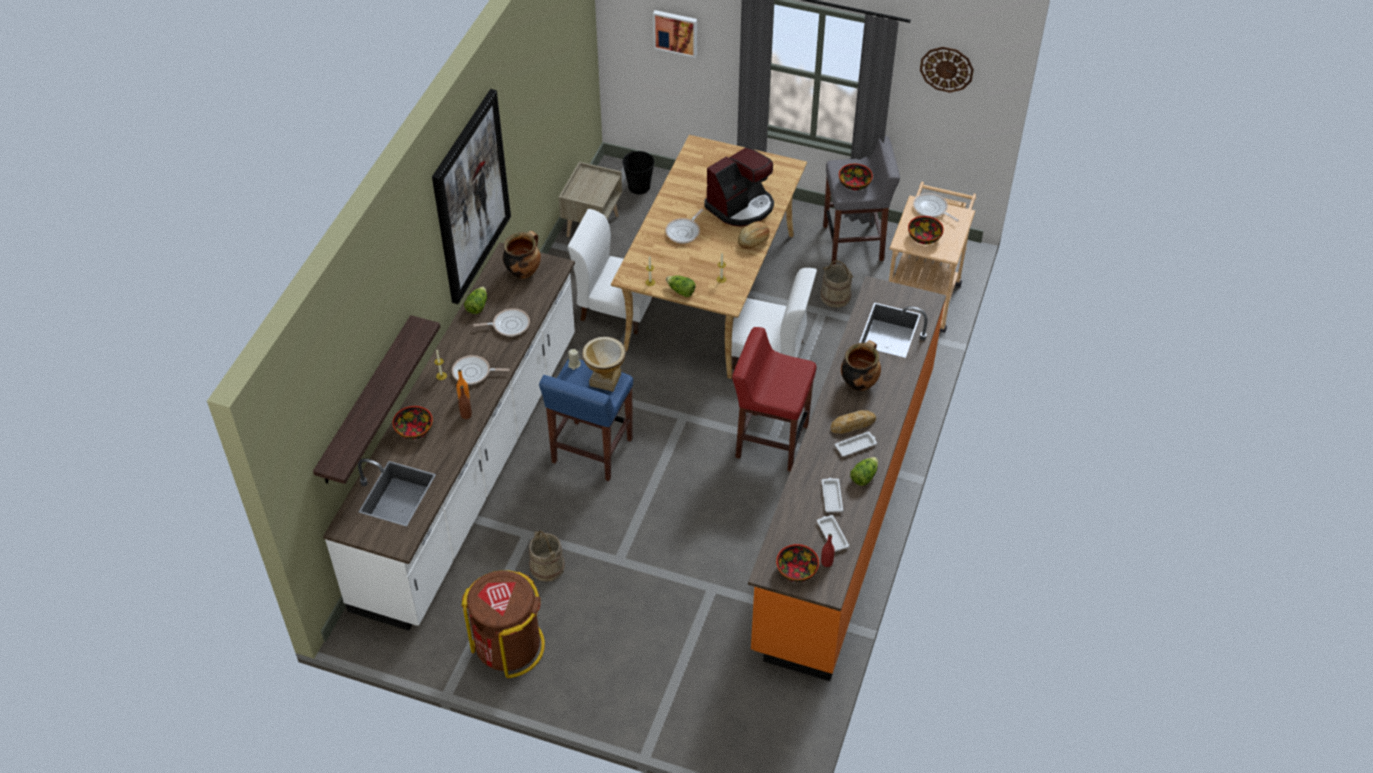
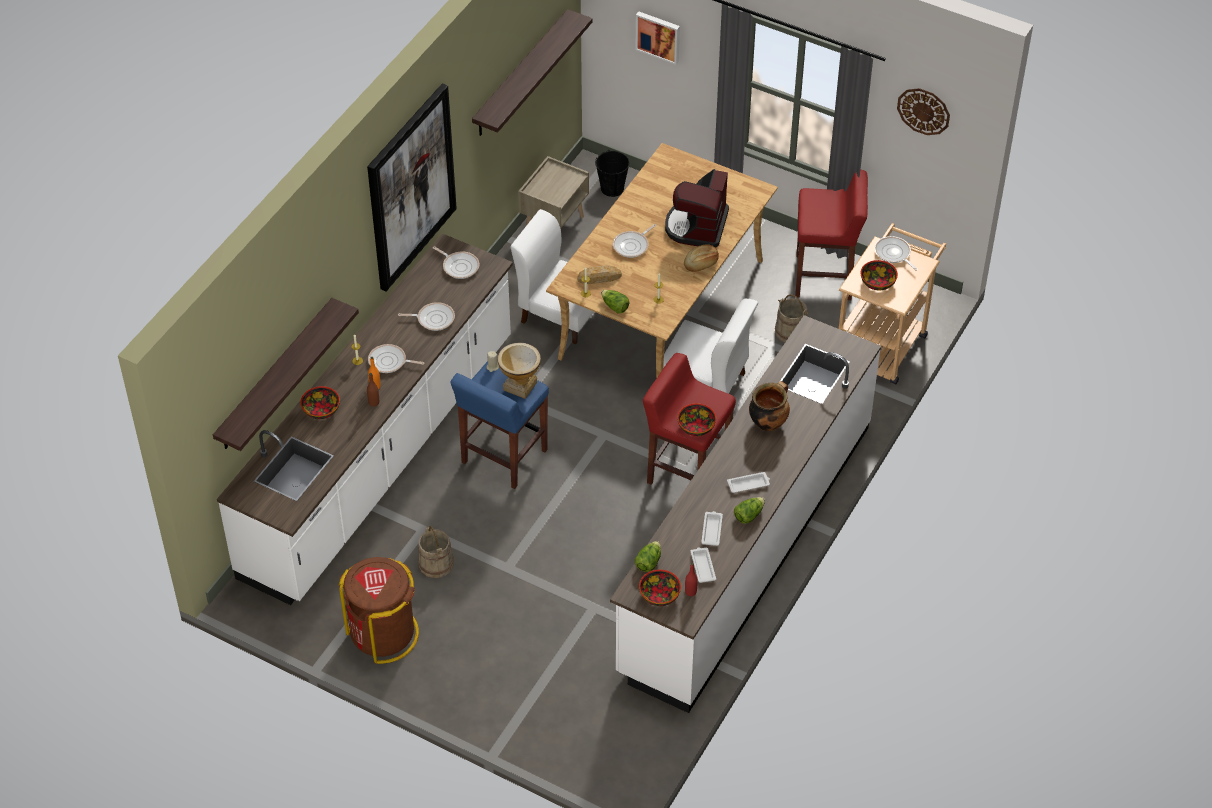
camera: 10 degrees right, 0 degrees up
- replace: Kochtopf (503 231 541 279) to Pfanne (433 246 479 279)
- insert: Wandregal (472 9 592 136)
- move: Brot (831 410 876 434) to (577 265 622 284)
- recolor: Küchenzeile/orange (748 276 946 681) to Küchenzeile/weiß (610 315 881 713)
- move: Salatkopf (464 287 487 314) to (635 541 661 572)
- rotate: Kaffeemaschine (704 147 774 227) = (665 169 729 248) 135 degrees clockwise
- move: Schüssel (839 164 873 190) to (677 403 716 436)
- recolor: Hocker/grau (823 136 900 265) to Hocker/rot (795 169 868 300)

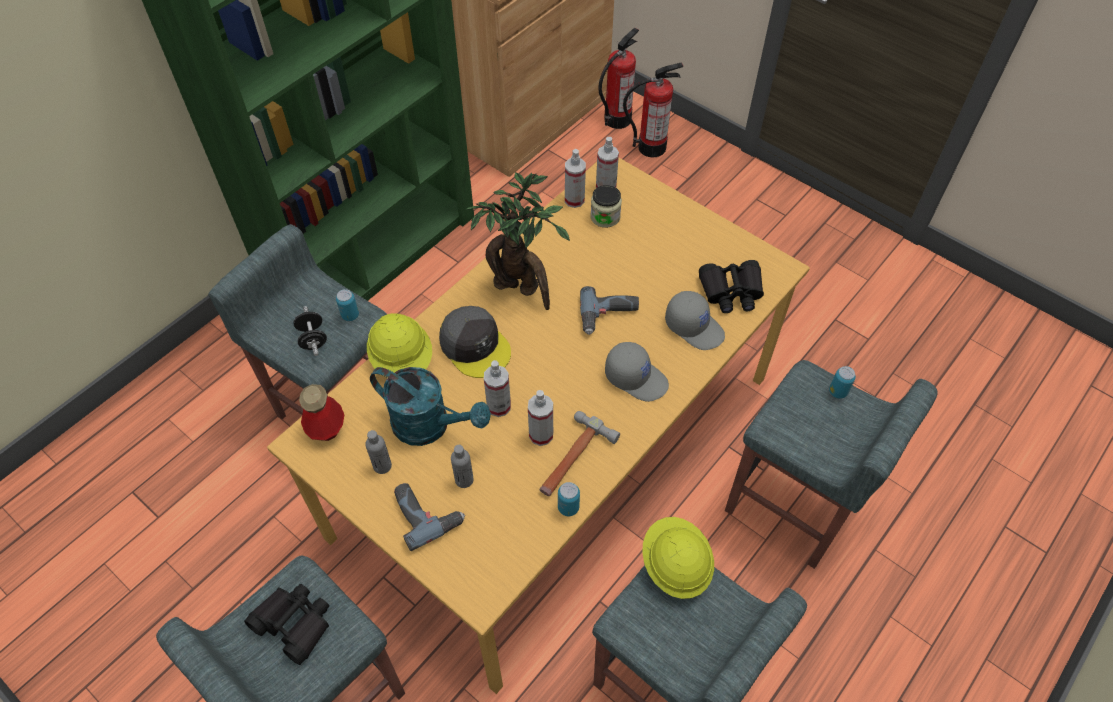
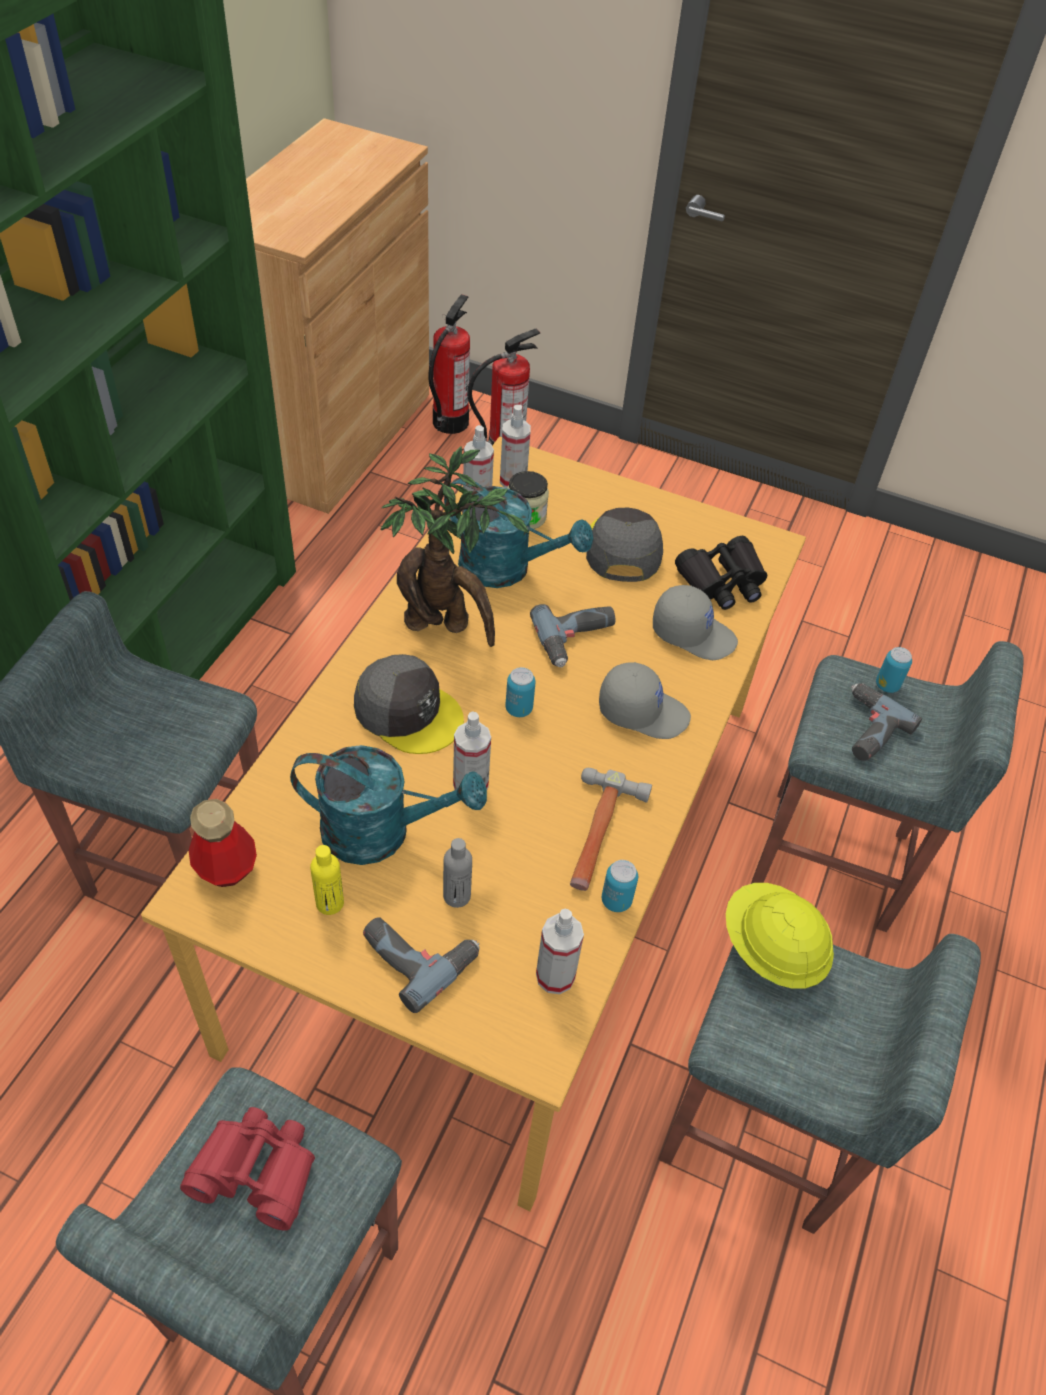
camera: 20 degrees left, 5 degrees down
- recolor: Fernglas/schwarz (244 584 329 665) to Fernglas/rot (180 1107 315 1231)
- recolor: Flasche/grau (365 430 392 474) to Flasche/gelb (310 845 344 915)
- insert: Gießkanne/türkis (444 478 593 588)
- move: Dose (336 289 359 321) to (505 667 536 717)
- move: Sprühflasche (528 390 553 446) to (536 909 584 994)
- insert: Kappe/grau (586 508 663 582)
- insert: Bohrmaschine (851 683 922 761)
- delete: Hantel/schwarz (293 306 327 356)
- delete: Schutzhelm/gelb (367 313 432 378)

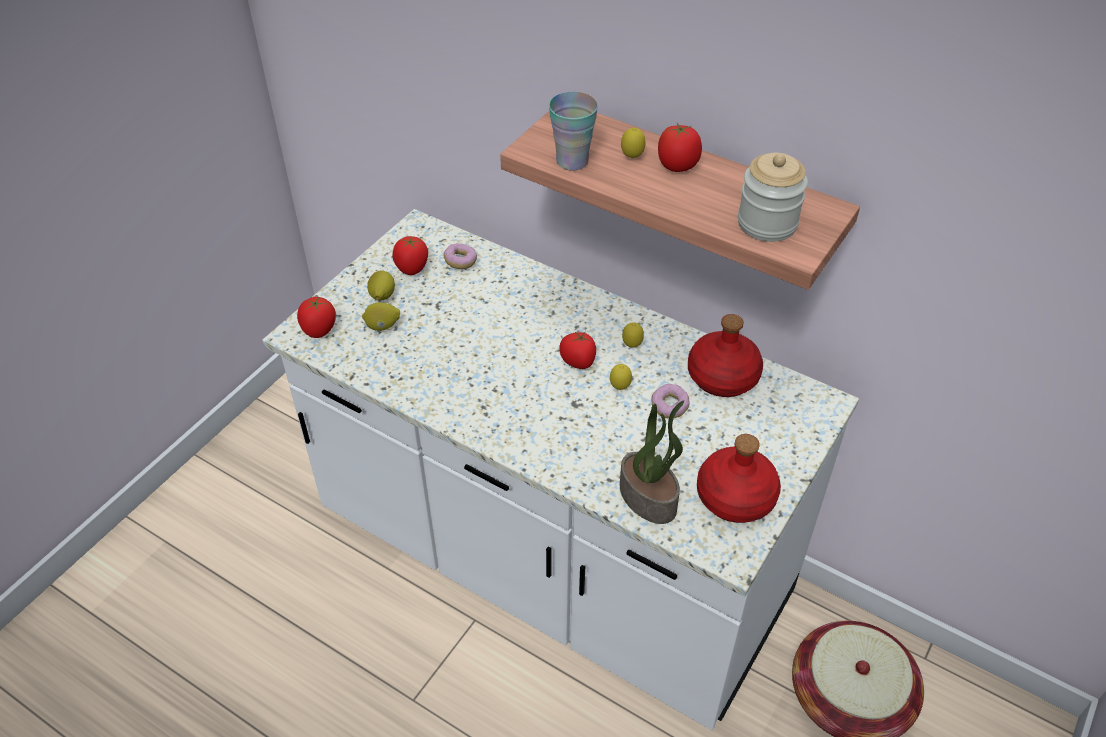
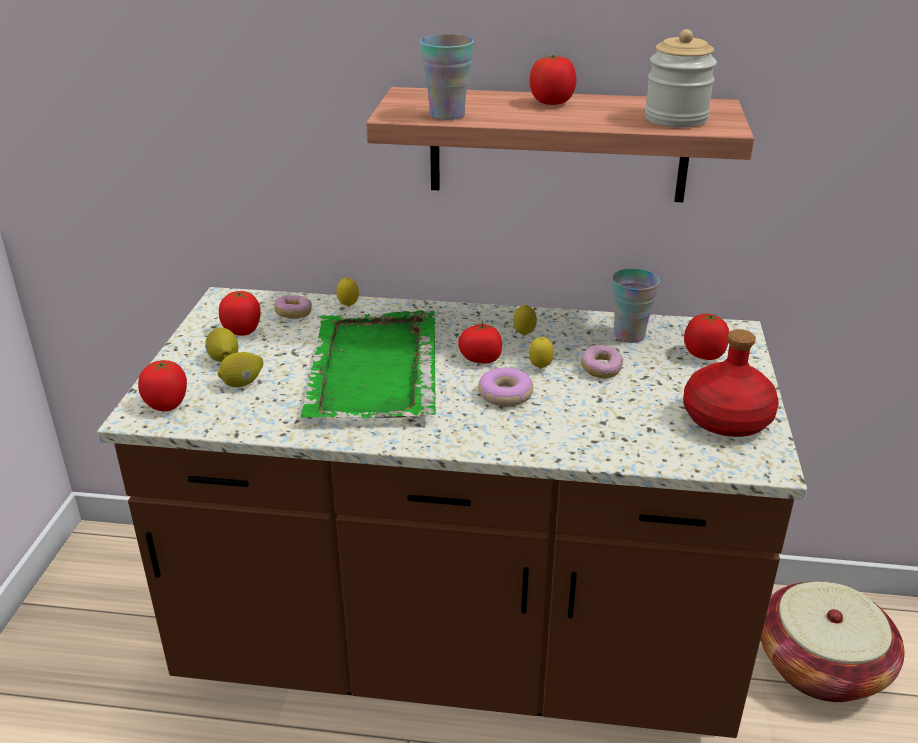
camera: 25 degrees left, 15 degrees down
- recolor: Küchenzeile/weiß (262 209 859 730) to Küchenzeile/braun (97 287 807 738)
- insert: Tablett/grün (300 310 436 418)
- move: Zitrone (621 128 645 158) to (336 277 359 307)
- insert: Donut (478 368 533 406)
- replace: Flasche/rot (688 314 763 397) to Tasse (612 268 660 343)
- insert: Tomate (684 314 729 360)
- delete: Topfpflanze (620 400 684 524)

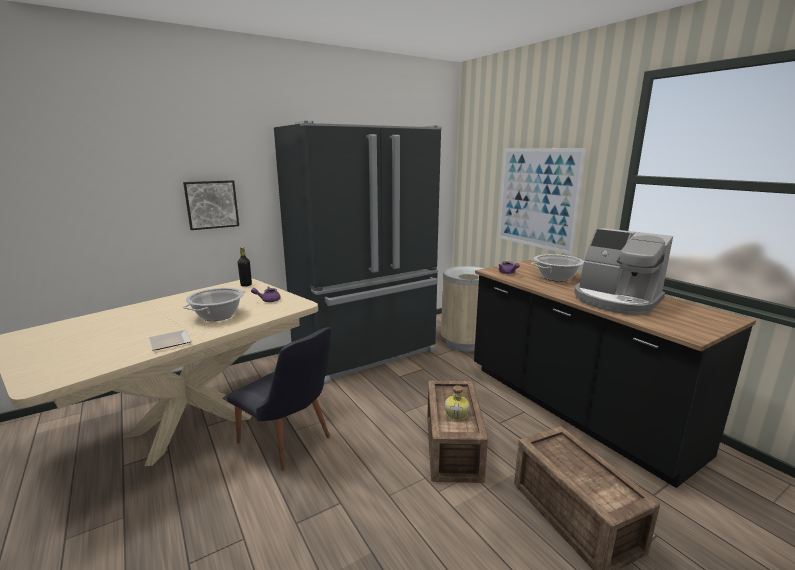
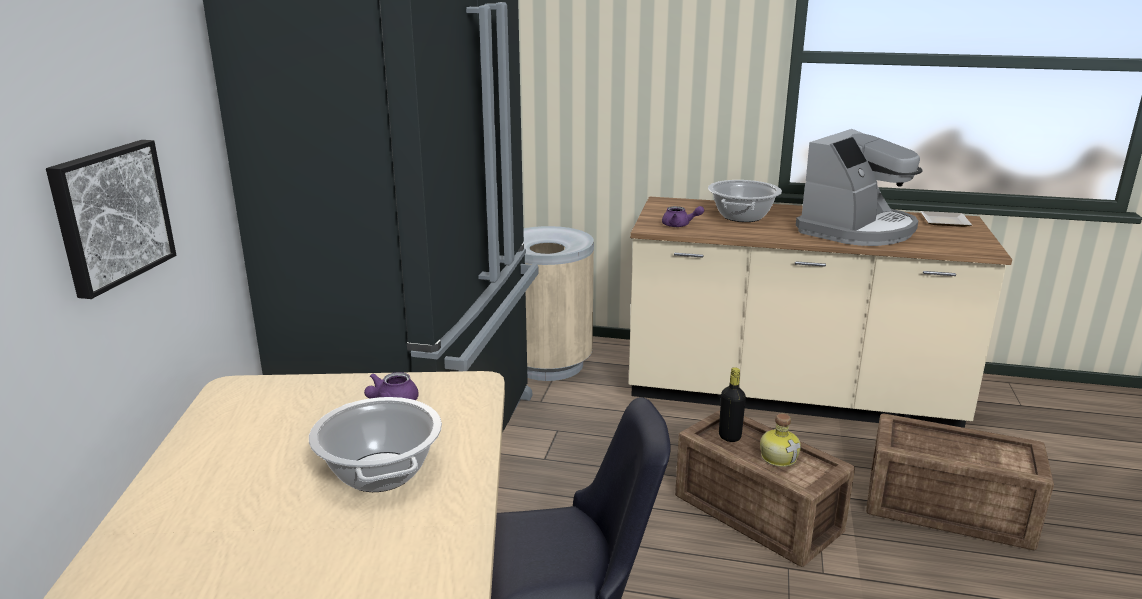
camera: 45 degrees left, 5 degrees up
- recolor: Küchenzeile/schwarz (474 260 756 488) to Küchenzeile/beige (629 197 1012 428)
- move: Flasche/schwarz (238 247 252 287) to (719 367 746 442)
- rotate: Kaffeemaschine (575 228 673 315) = (796 129 922 246) 45 degrees counterclockwise
- move: Teller (149 330 191 351) to (921 211 972 227)
- delete: Bild (498 148 586 255)

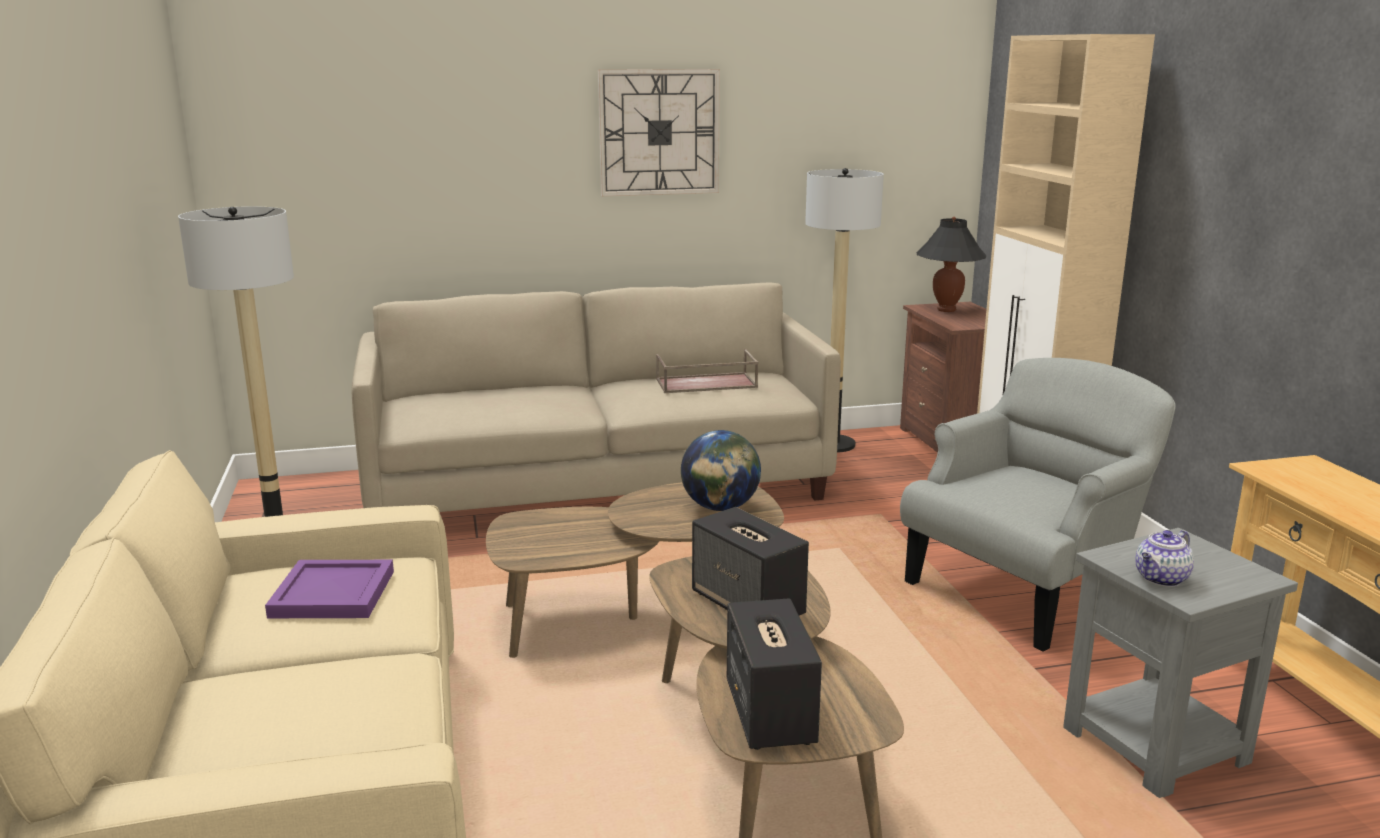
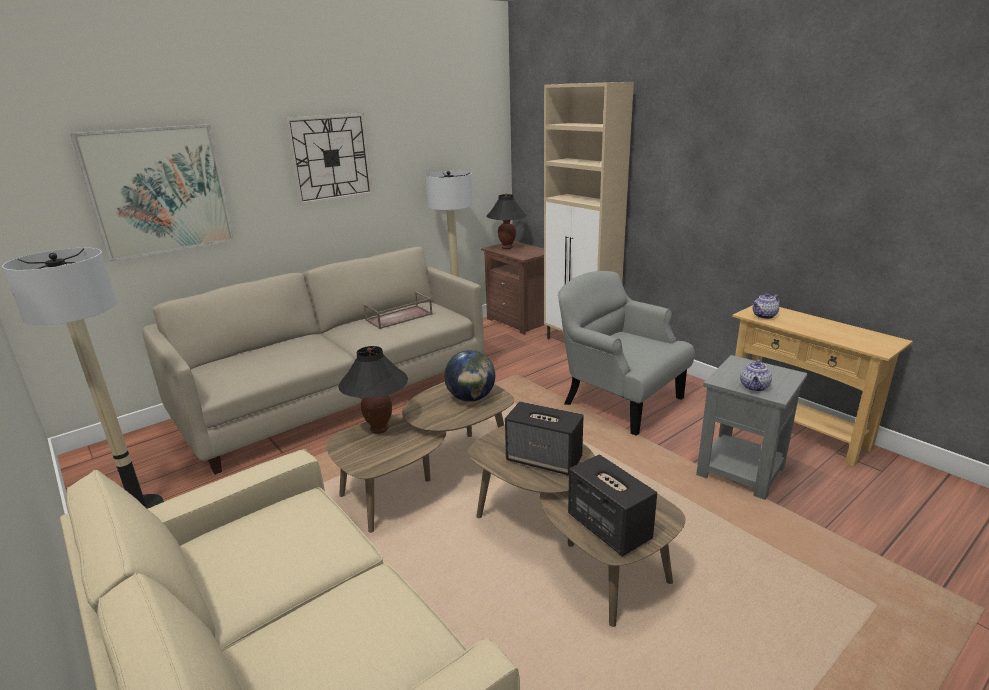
camera: 25 degrees left, 5 degrees up
- insert: Bild (70 124 235 262)
- insert: Tischlampe/schwarz (338 346 408 434)
- rotate: Sessel/grau (900 358 1176 652) = (558 271 695 436) 75 degrees counterclockwise
- insert: Teekanne (753 293 780 319)
- delete: Tablett/lila (265 560 394 618)

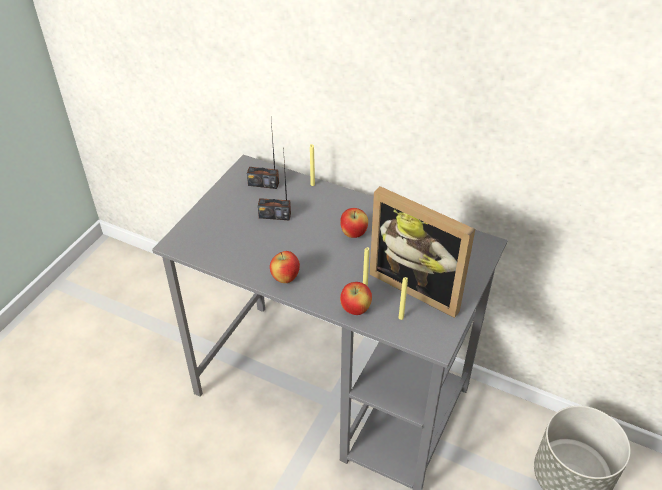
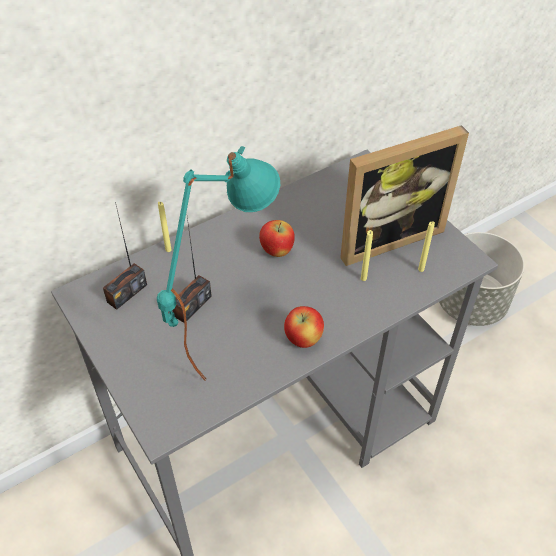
camera: 60 degrees left, 5 degrees up
- insert: Tischlampe/türkis (157 146 280 381)
- delete: Apfel (340 282 372 315)

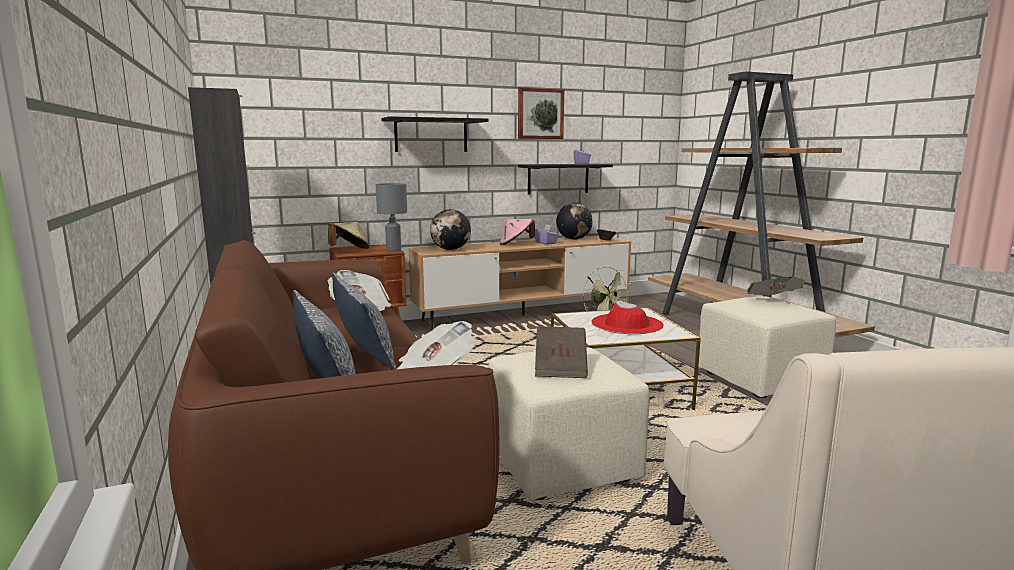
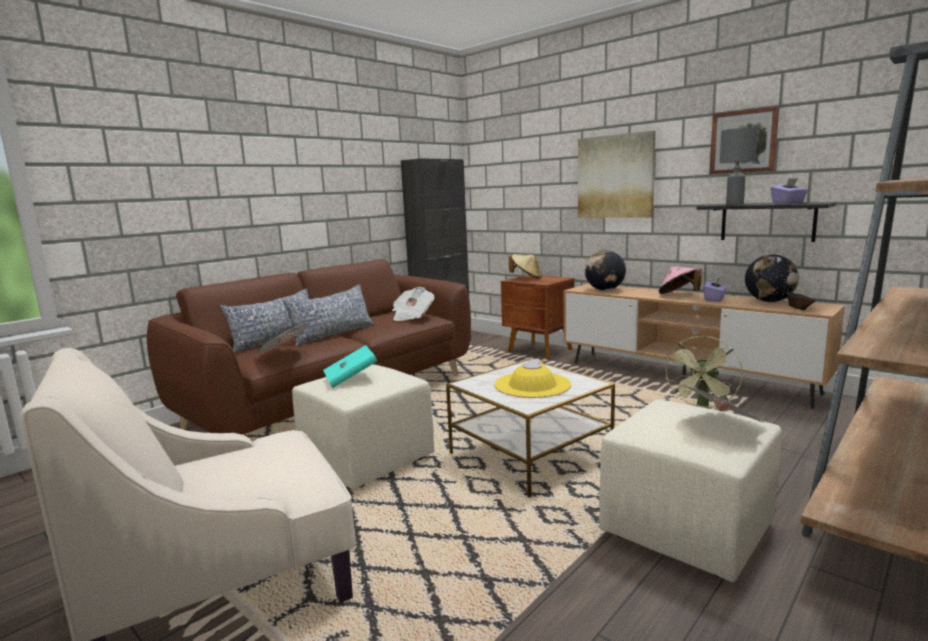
camera: 65 degrees right, 0 degrees up
- recolor: Buch/braun (535 326 588 378) to Buch/türkis (323 345 378 388)
- recolor: Hut/rot (591 300 664 334) to Hut/gelb (494 359 571 398)
- replace: Wandregal/schwarz (382 116 489 152) to Bild (578 131 656 218)
- move: Tischlampe/grau (376 183 407 252) to (720 127 758 205)

